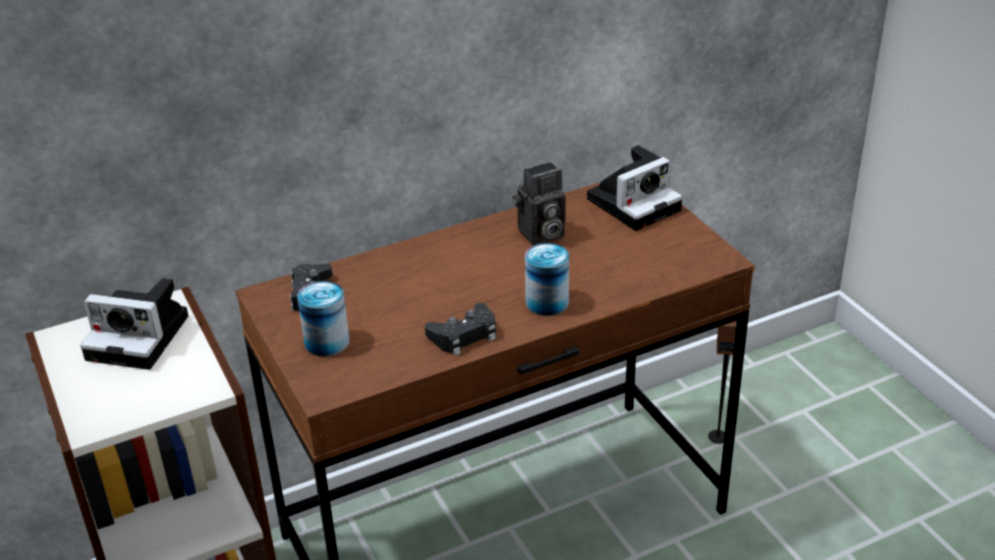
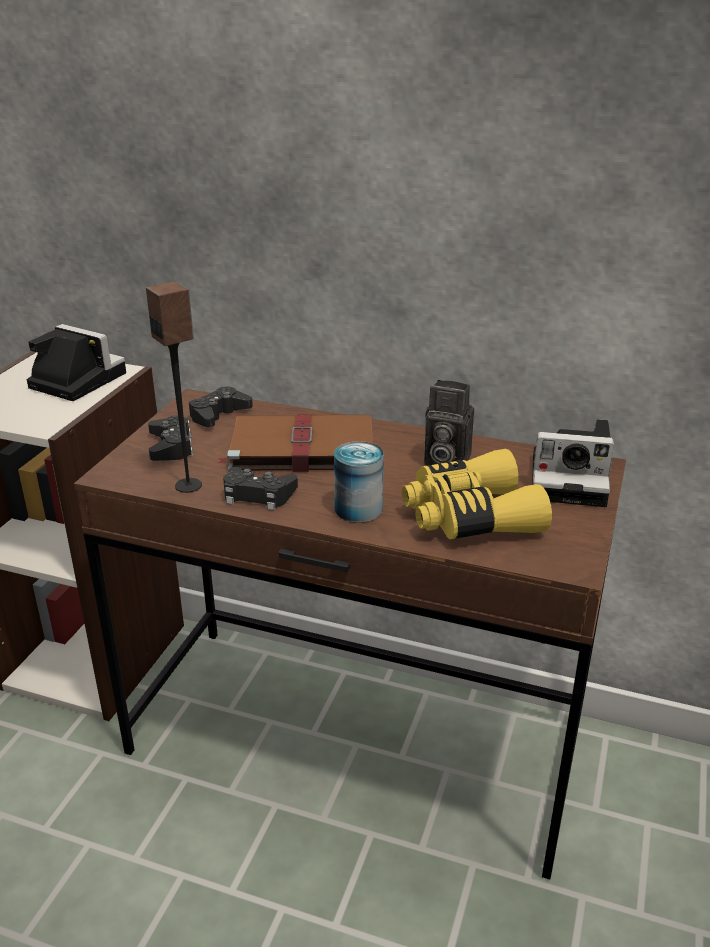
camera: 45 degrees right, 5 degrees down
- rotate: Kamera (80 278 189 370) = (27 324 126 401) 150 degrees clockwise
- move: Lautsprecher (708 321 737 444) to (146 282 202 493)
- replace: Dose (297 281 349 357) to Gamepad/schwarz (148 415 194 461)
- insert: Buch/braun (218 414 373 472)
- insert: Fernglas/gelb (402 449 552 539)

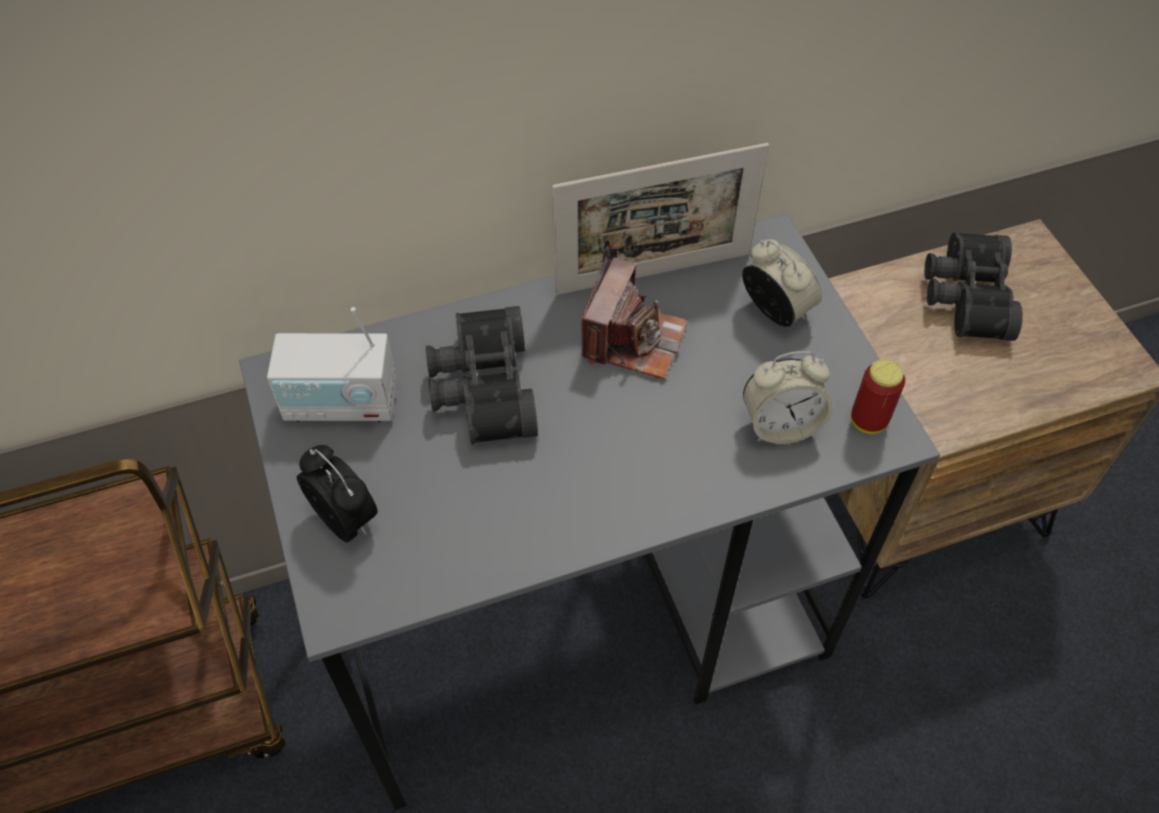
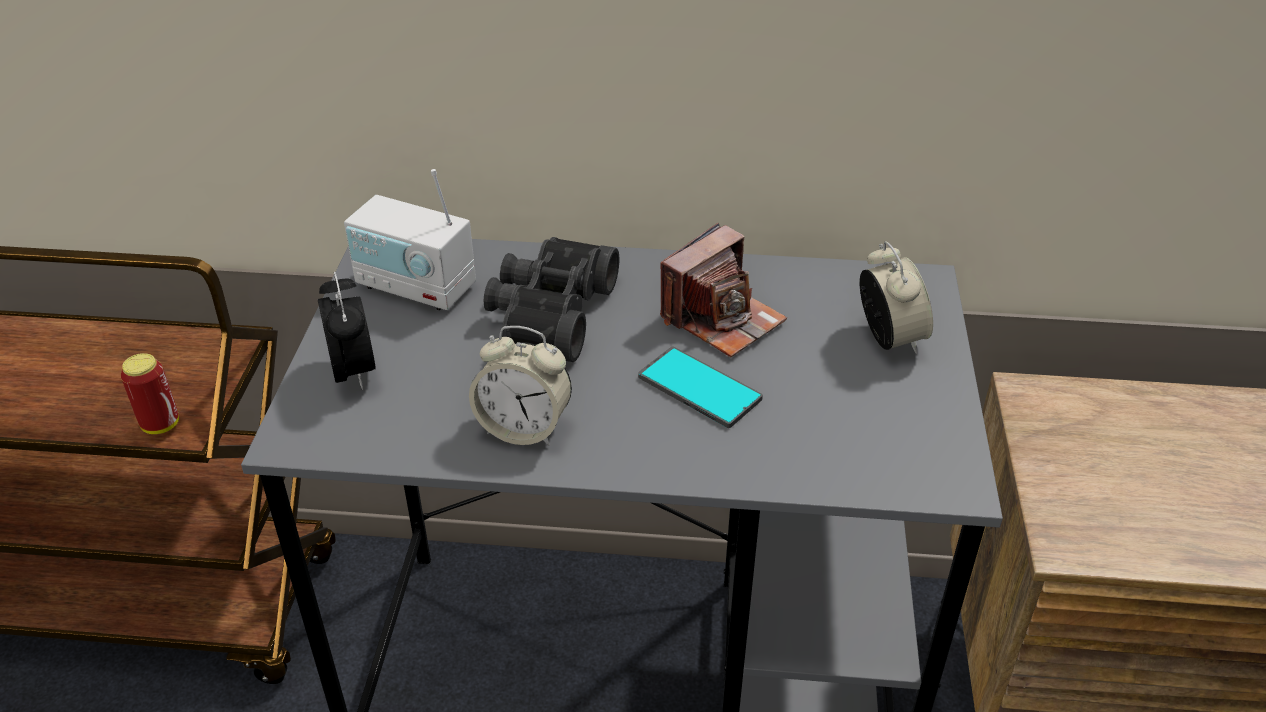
camera: 25 degrees right, 15 degrees down
- move: Dose (851 359 905 434) to (121 353 179 434)
- move: Wecker (743 351 833 444) to (469 326 572 446)
- insert: Handy (638 347 763 428)
- delete: Bilderrahmen (552 143 769 295)
- delete: Fernglas/schwarz (924 232 1023 341)

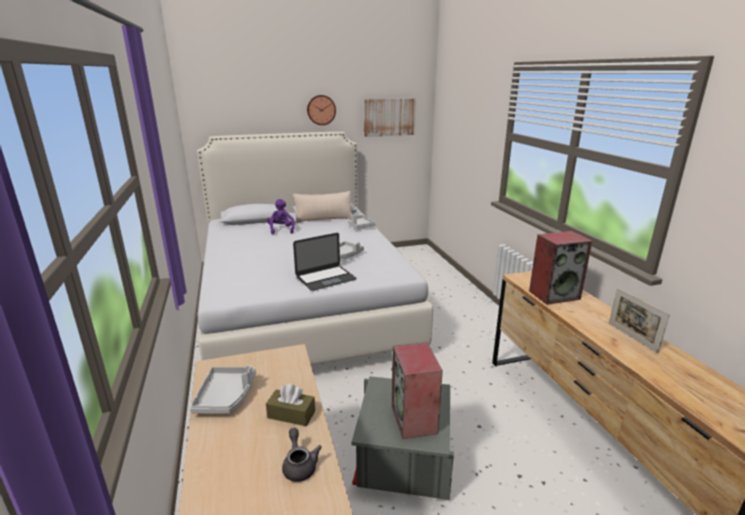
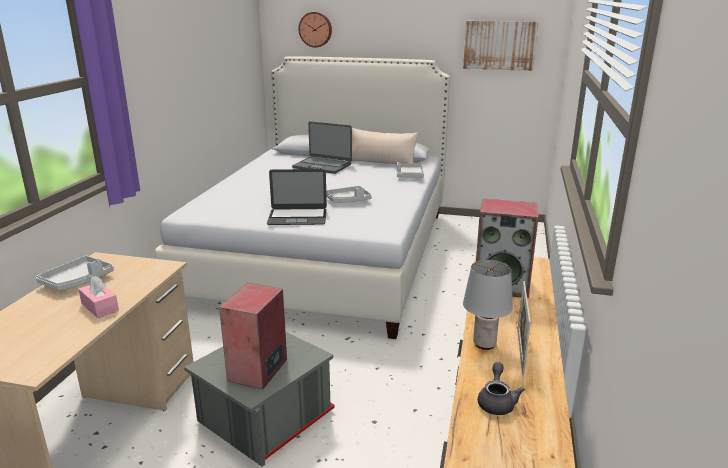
camera: 30 degrees right, 0 degrees up
- recolor: Taschentuchbox/braun (266 384 315 426) to Taschentuchbox/rosa (79 276 119 318)
- replace: Plüschtier/lila (267 199 295 234) to Laptop (292 121 352 174)
- move: Wanduhr (307 95 336 125) to (299 12 332 47)
- insert: Tischlampe/grau (463 260 513 350)
- move: Teekanne/grau (282 428 322 482) to (478 362 525 415)

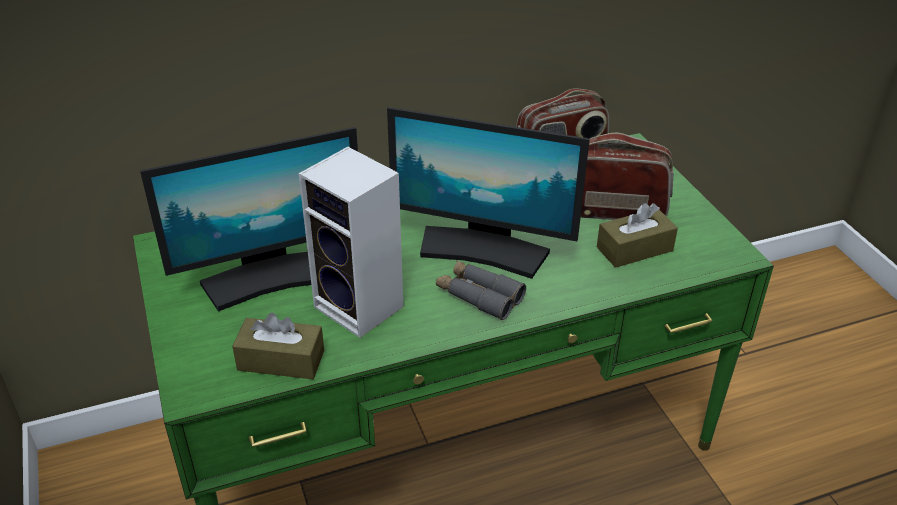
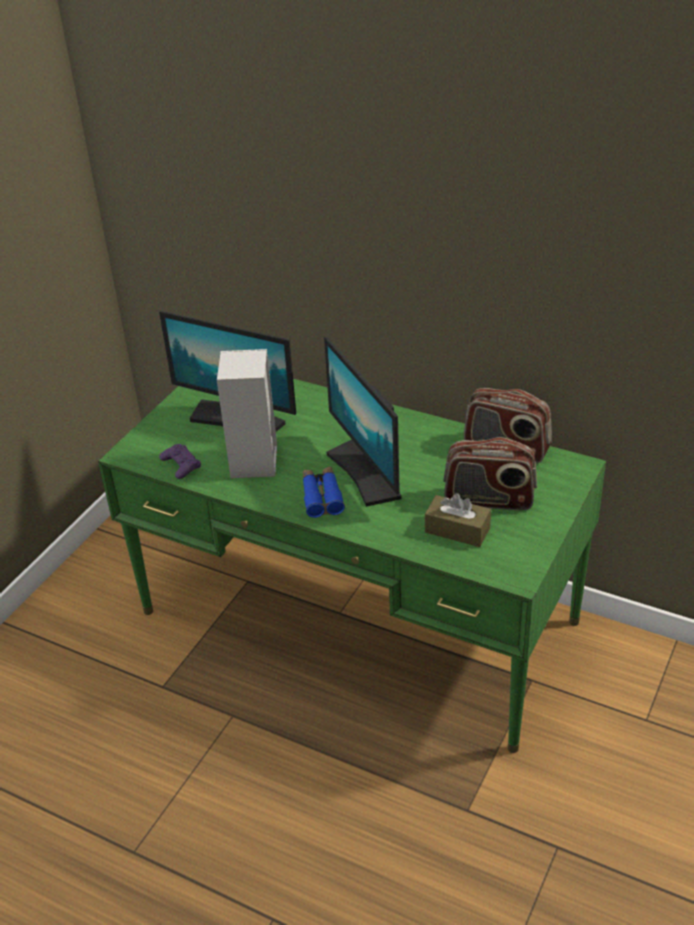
camera: 50 degrees right, 0 degrees up
- replace: Taschentuchbox/braun (232 312 324 379) to Gamepad/lila (159 444 201 479)
- recolor: Fernglas/grau (436 260 526 320) to Fernglas/blau (303 466 345 518)
- rotate: Radio (581 133 673 220) = (443 437 537 510) 135 degrees clockwise

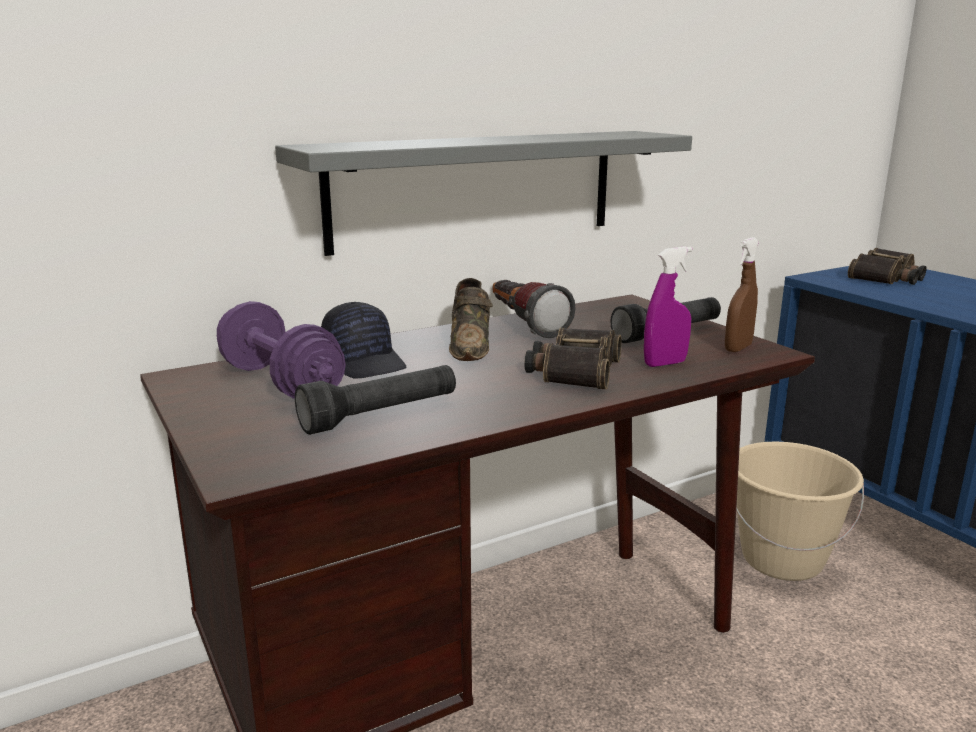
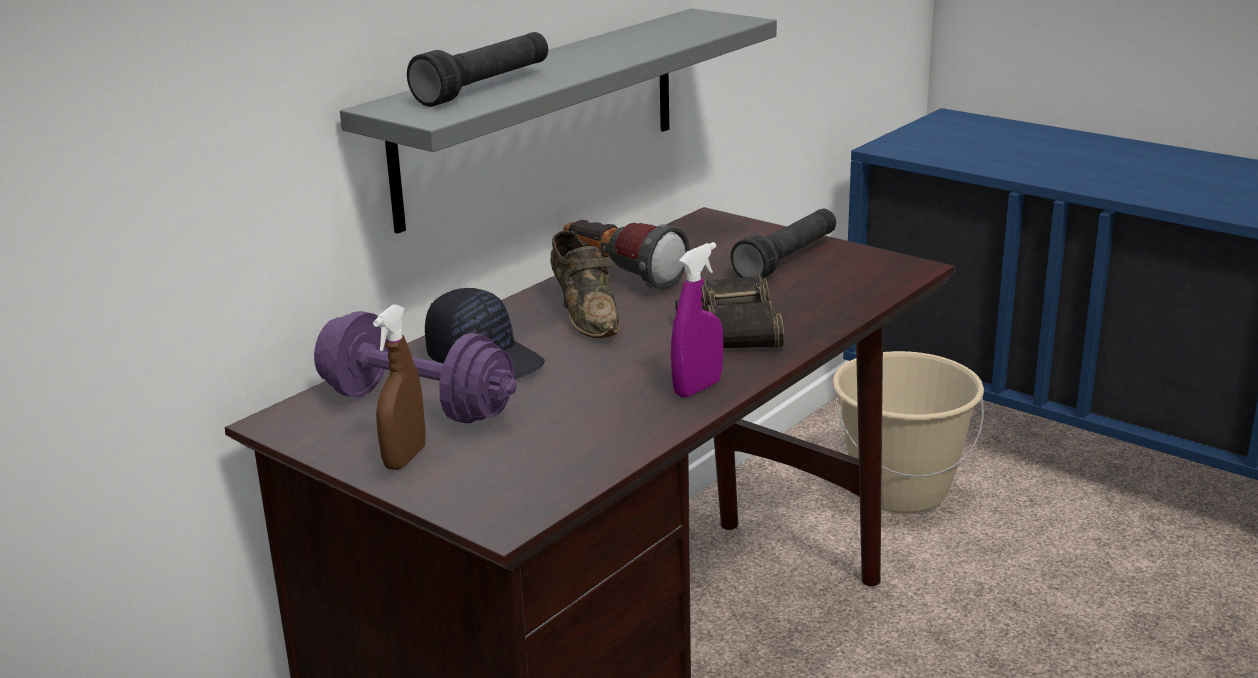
camera: 20 degrees left, 5 degrees up
- move: Sprühflasche/braun (725 237 759 352) to (373 305 426 470)
- move: Taschenlampe/schwarz (295 365 456 435) to (407 32 548 107)
- move: Sprühflasche/lila (644 246 692 367) to (671 242 723 397)
- delete: Fernglas (848 248 927 285)

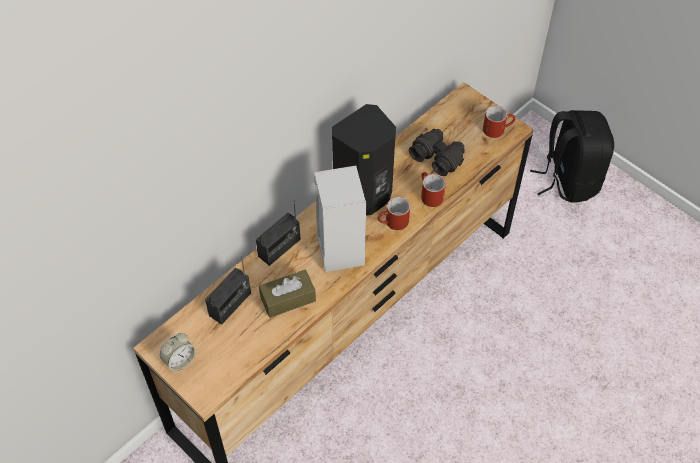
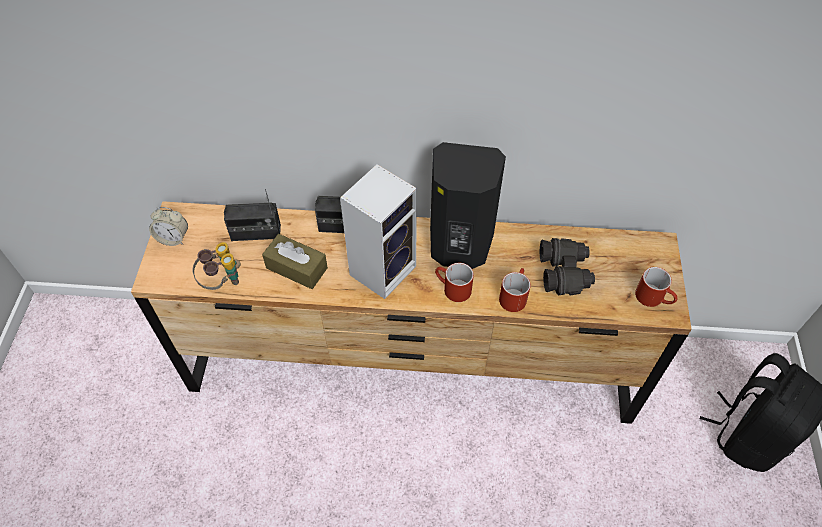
camera: 50 degrees right, 0 degrees up
- insert: Fernglas (192 242 241 290)

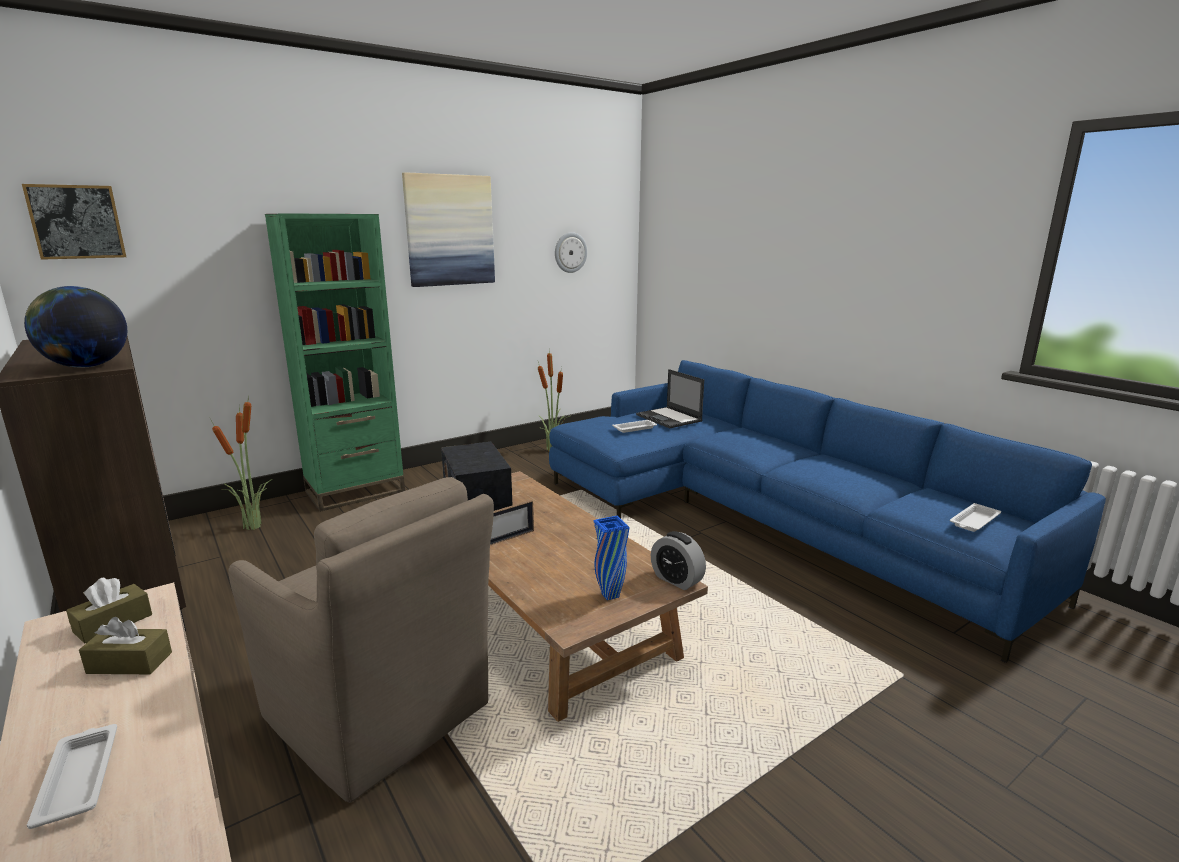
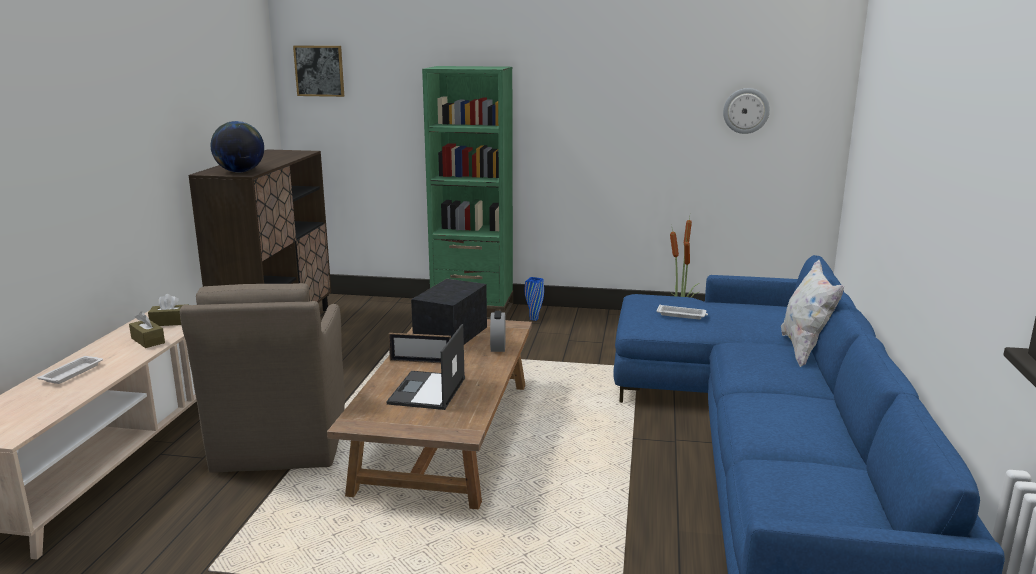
camera: 45 degrees right, 0 degrees up
- move: Laptop (636 369 704 428) to (386 324 465 410)
- move: Wecker (651 531 706 590) to (490 311 506 352)
- move: Vase/blau (593 516 630 600) to (525 277 544 321)
- insert: Kissen/weiß (781 260 844 367)
- delete: Topfpflanze (210 394 272 530)
- delete: Bild (402 172 495 287)
- delete: Tablett/weiß (950 503 1001 532)

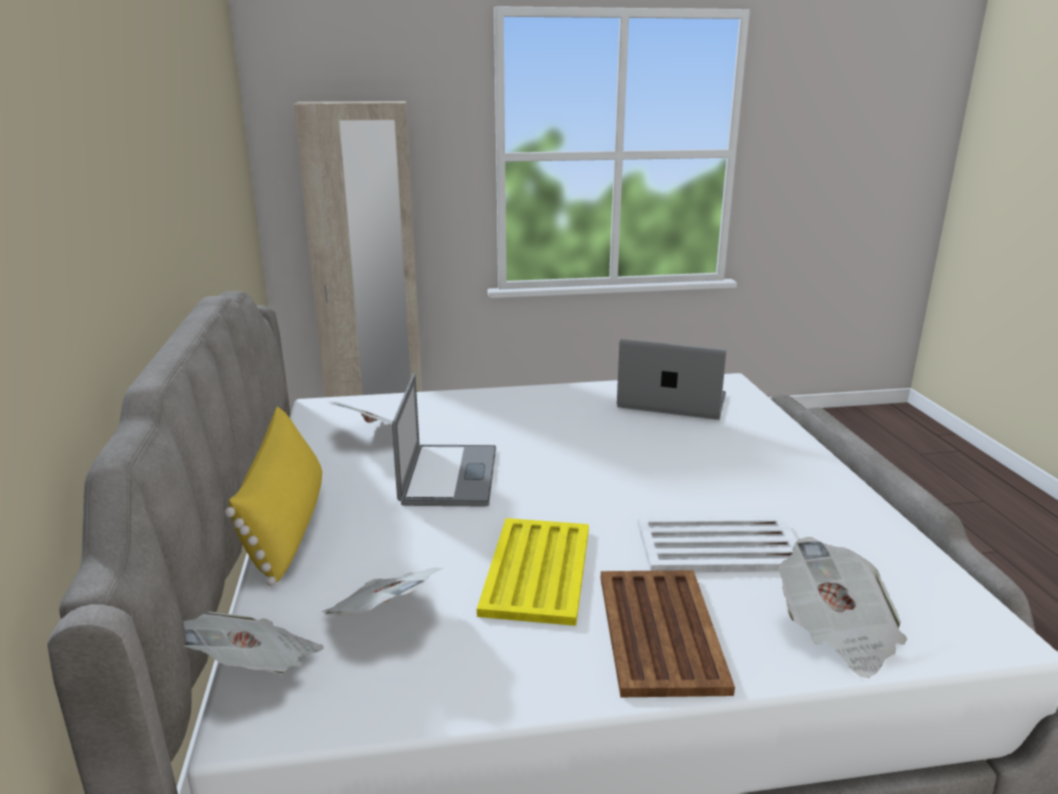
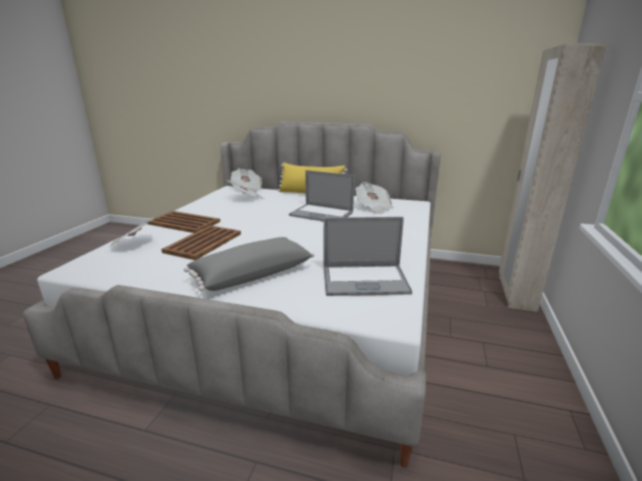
camera: 115 degrees right, 0 degrees up
- recolor: Tablett/weiß (638 516 797 572) to Tablett/braun (161 225 241 260)
- insert: Kissen/grau (184 237 314 291)
- rotate: Laptop (617 339 726 420) = (324 217 412 296) 45 degrees clockwise
- delete: Tablett/gelb (477 518 589 626)

